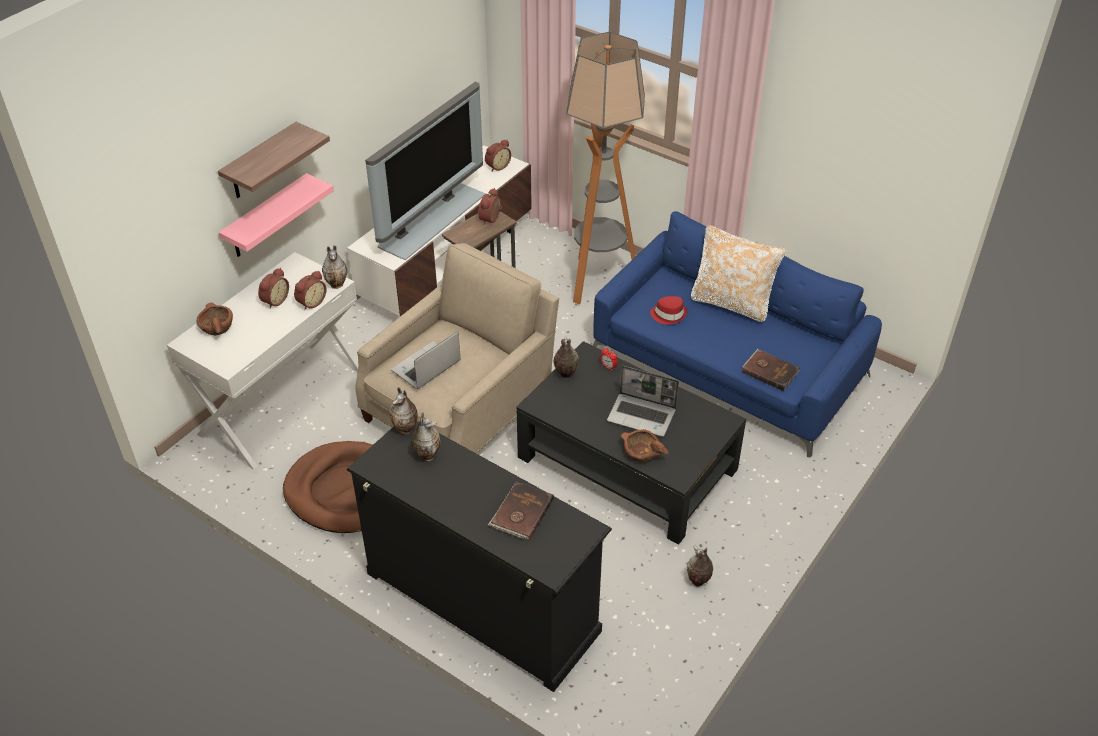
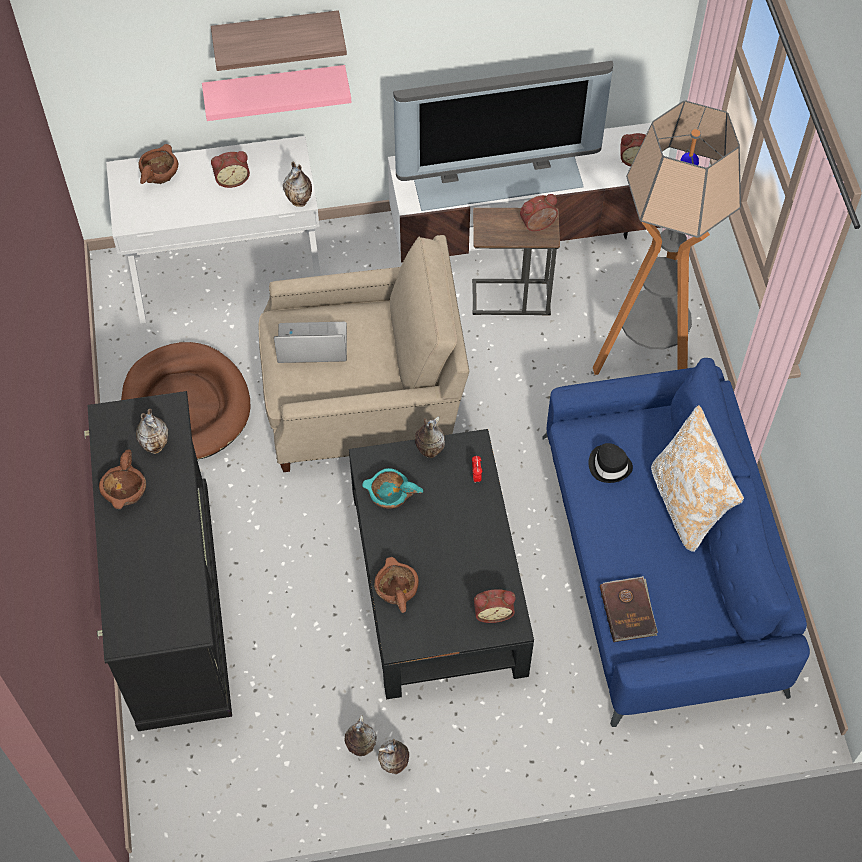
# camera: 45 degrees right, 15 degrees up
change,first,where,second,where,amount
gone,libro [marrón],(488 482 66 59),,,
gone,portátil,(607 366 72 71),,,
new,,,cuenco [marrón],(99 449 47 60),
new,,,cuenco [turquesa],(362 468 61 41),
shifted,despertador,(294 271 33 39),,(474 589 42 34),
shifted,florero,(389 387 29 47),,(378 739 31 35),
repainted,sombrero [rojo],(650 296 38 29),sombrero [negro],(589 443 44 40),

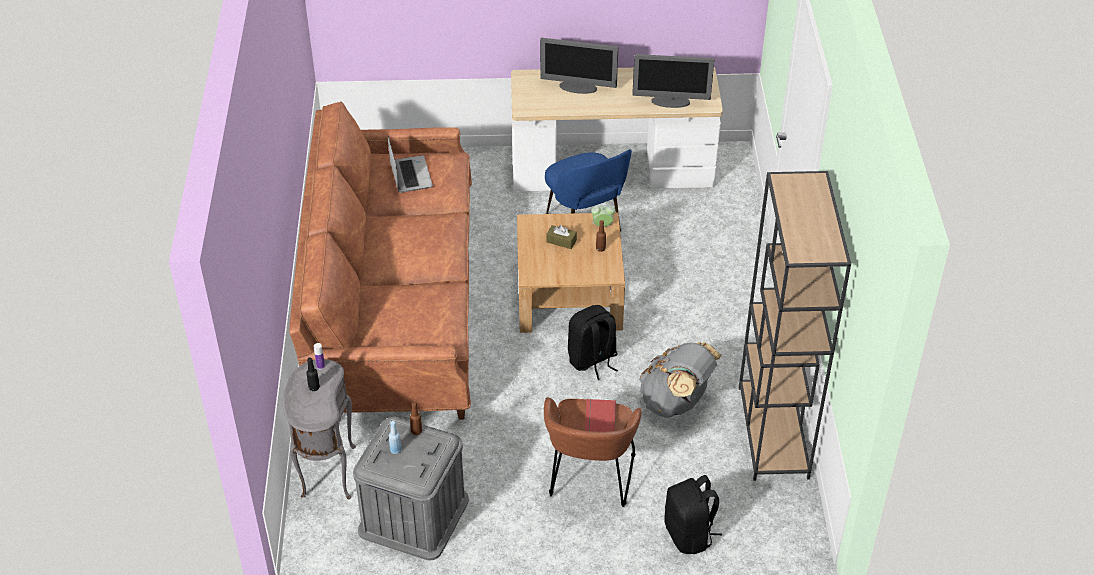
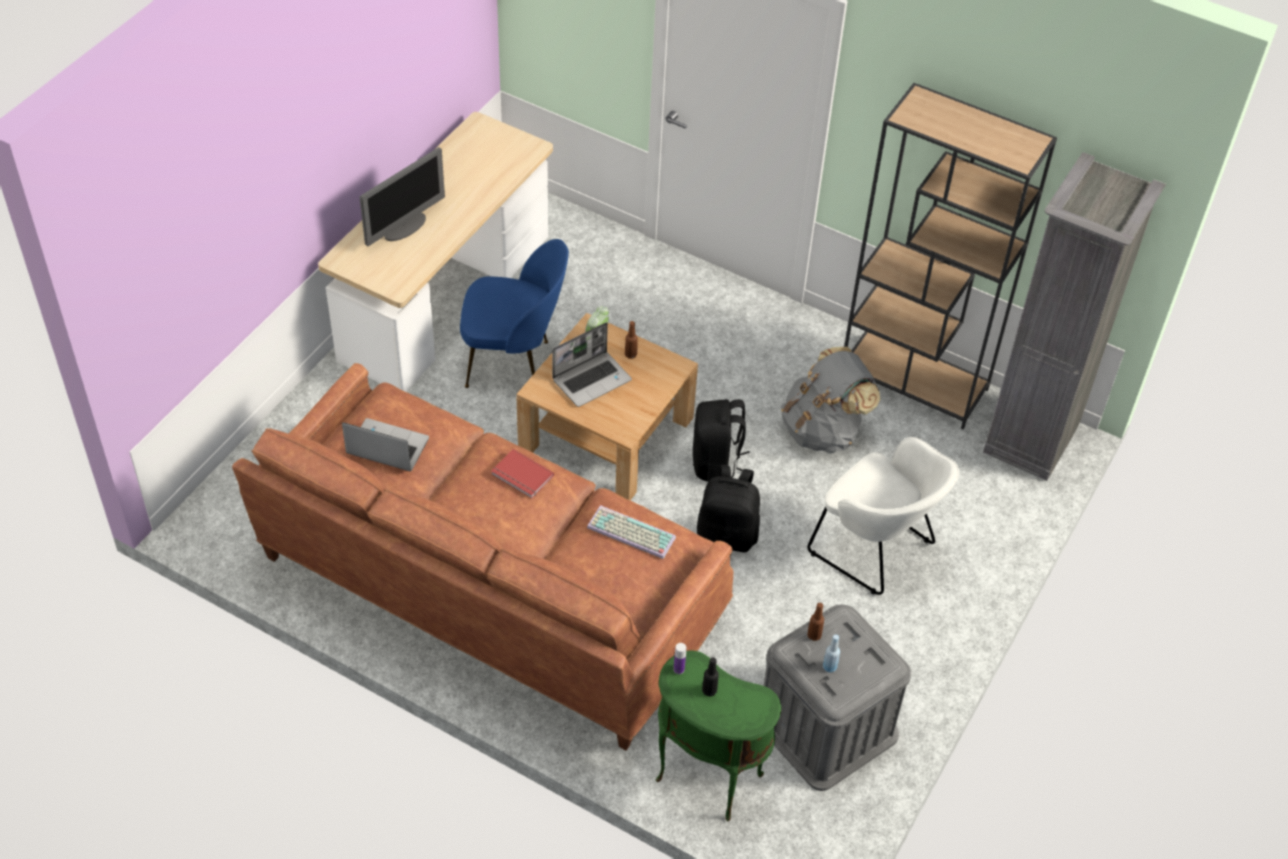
# camera: 60 degrees left, 5 degrees up
change,first,where,second,where,amount
gone,monitor,(632 54 82 54),,,
new,,,teclado,(587 505 89 54),
new,,,armario [gris],(983 152 183 329),
shifted,libro [rojo],(585 399 31 33),,(491 449 63 50),
shifted,mochila [negro],(664 475 58 79),,(697 464 63 88),
swapped,caja de pañuelos [marrón],(546 225 31 24),portátil,(552 322 80 85),
repainted,mesa auxiliar [gris],(283 359 73 140),mesa auxiliar [verde],(656 650 125 171),
repainted,sillón [marrón],(544 397 98 110),sillón [blanco],(807 437 152 158),

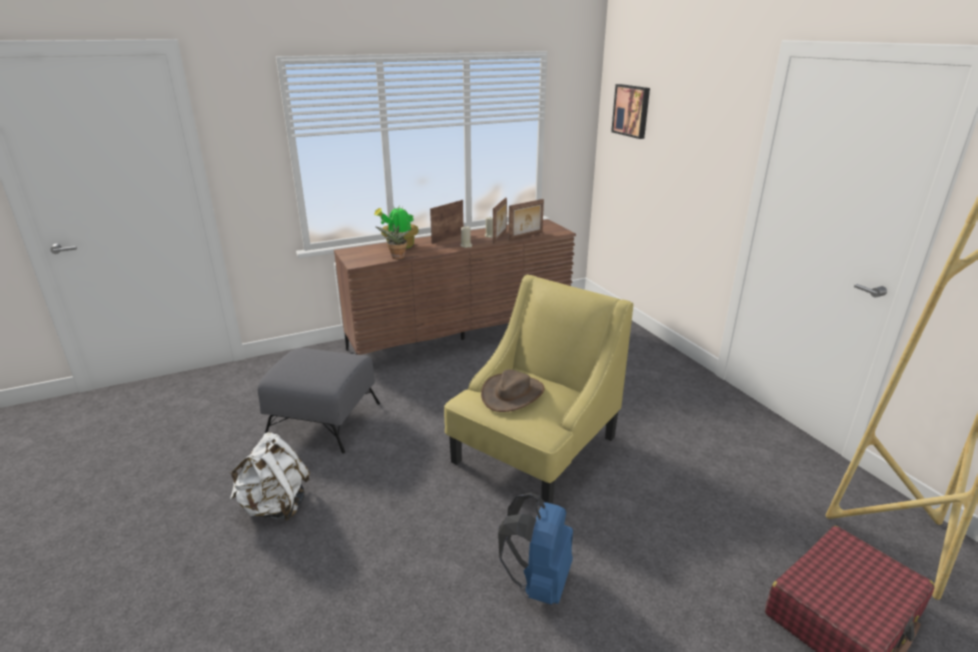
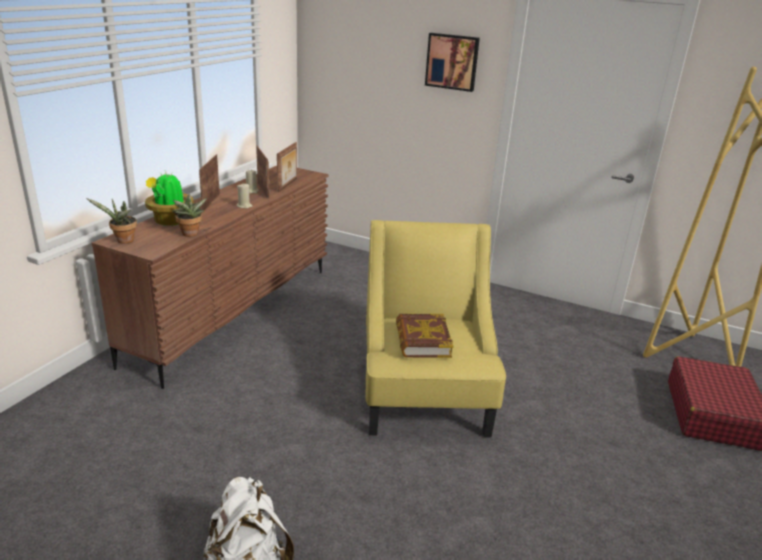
# camera: 40 degrees left, 0 degrees up
change,first,where,second,where,amount
gone,puf [gris],(257 348 123 105),,,
gone,mochila [azul],(498 492 75 113),,,
new,,,planta en maceta,(86 198 51 46),
shifted,cuadro,(611 84 39 55),,(425 33 55 59),
swapped,sombrero [marrón],(481 369 64 43),libro,(396 314 57 44),

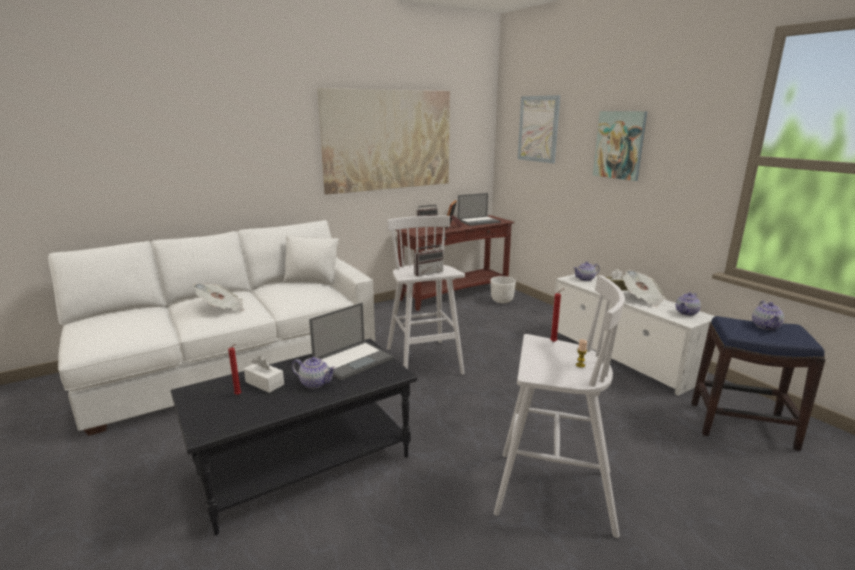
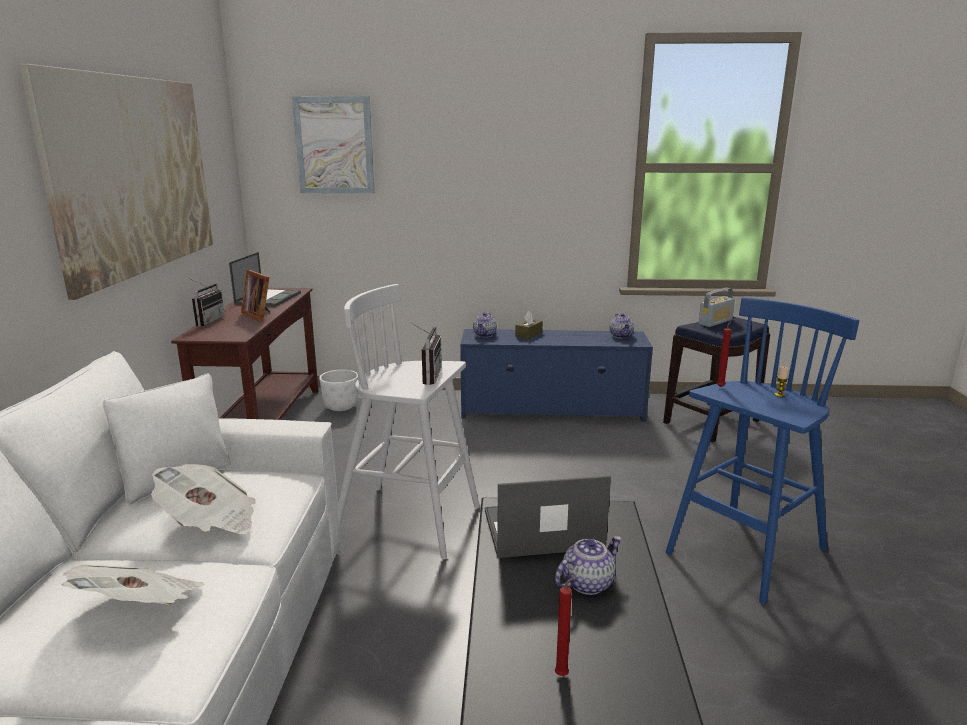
# camera: 55 degrees left, 0 degrees up
change,first,where,second,where,amount
gone,caja de pañuelos [blanco],(244 356 40 37),,,
gone,cuadro,(593 111 54 70),,,
shifted,periódico,(622 270 44 37),,(151 464 105 70),
swapped,tetera,(752 301 32 29),radio,(699 288 36 39),
repainted,taburete [blanco],(494 275 131 263),taburete [azul],(665 297 194 308),
repainted,mueble de televisión [blanco],(551 274 164 122),mueble de televisión [azul],(460 329 193 93),
rotated,portátil,(309 303 84 78),,(485 476 126 82),90 degrees counterclockwise

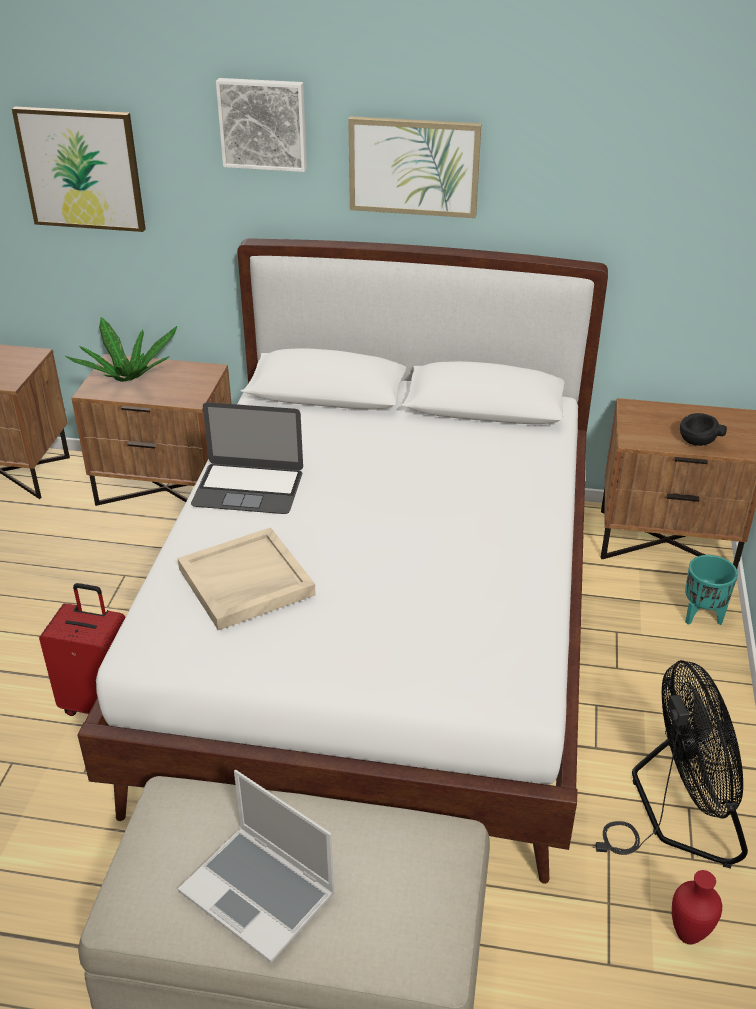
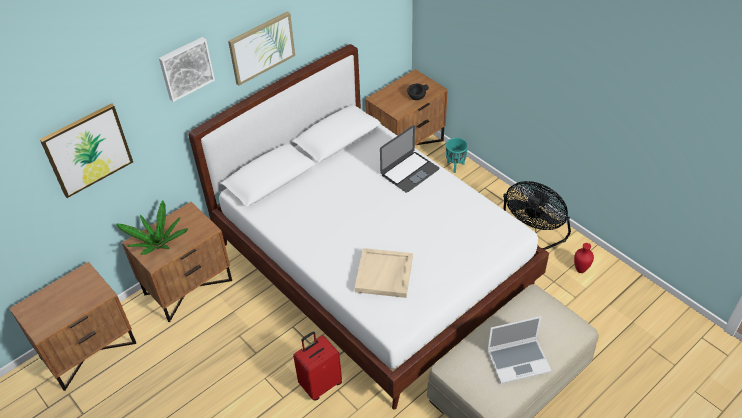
# camera: 50 degrees left, 10 degrees up
change,first,where,second,where,amount
shifted,portátil,(191 402 112 112),,(380 125 60 68),

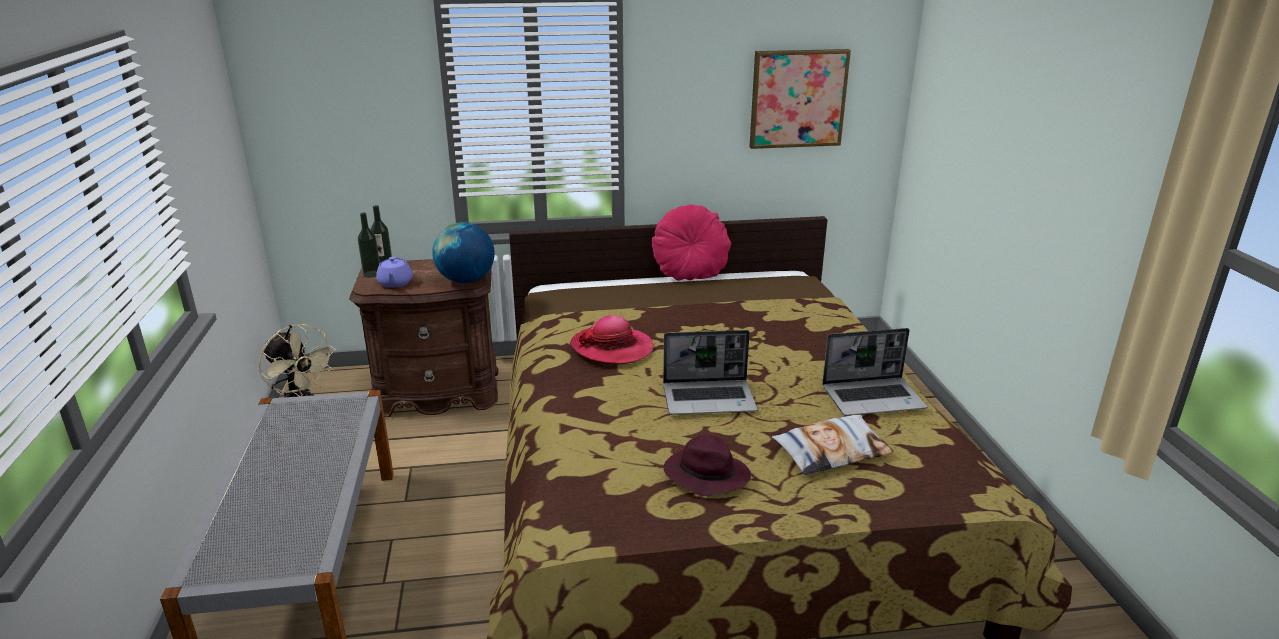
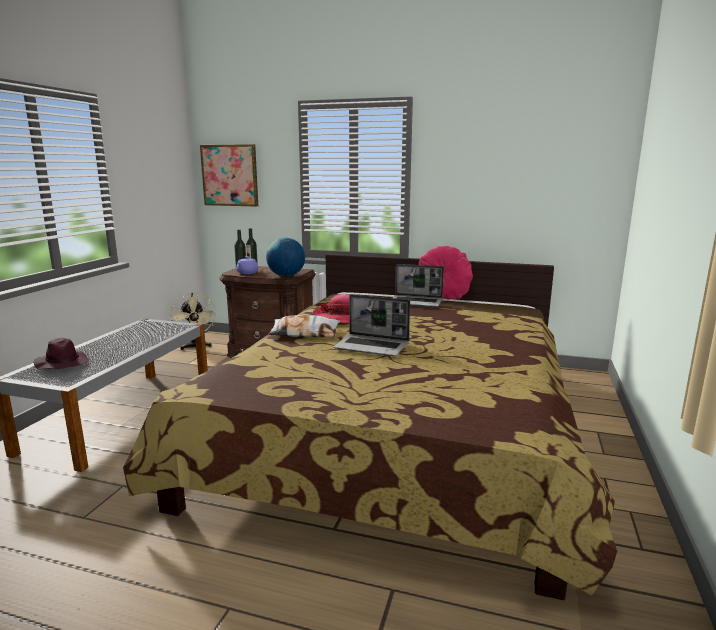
# camera: 25 degrees right, 10 degrees down
change,first,where,second,where,amount
shifted,sombrero [morado],(663 434 88 62),,(33 338 56 32),
shifted,cuadro,(750 49 101 100),,(200 144 58 63),
shifted,cojín,(772 415 122 60),,(268 315 72 22),
shifted,portátil,(822 328 106 88),,(393 264 51 43),

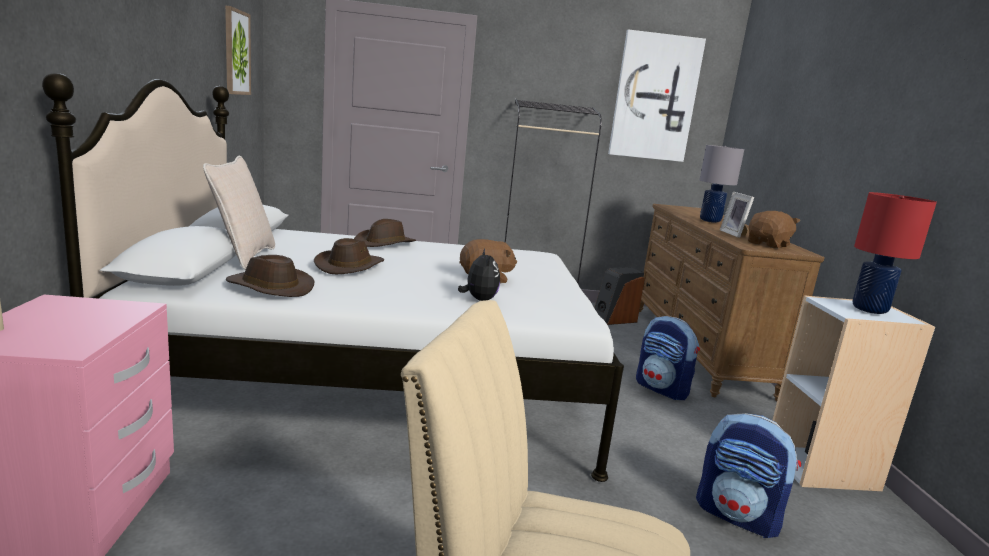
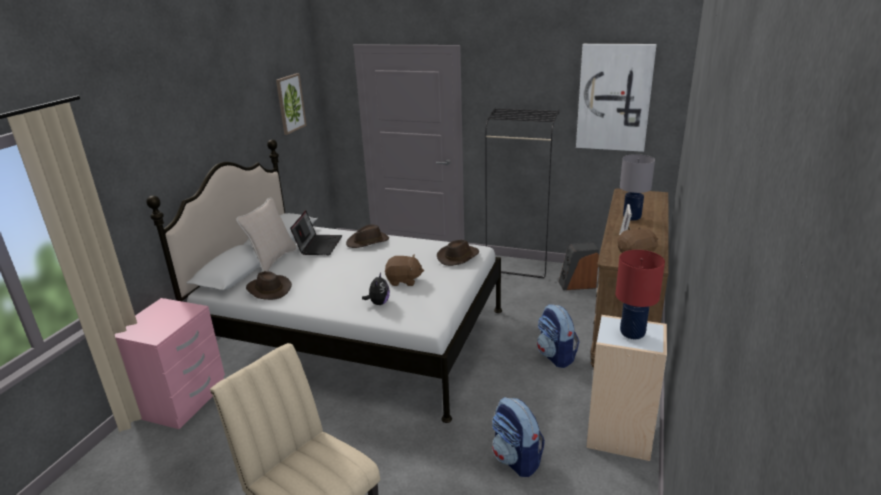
# camera: 25 degrees right, 10 degrees up
change,first,where,second,where,amount
new,,,portátil,(290 211 52 44),
shifted,sombrero [marrón],(314 238 70 36),,(437 240 42 26),

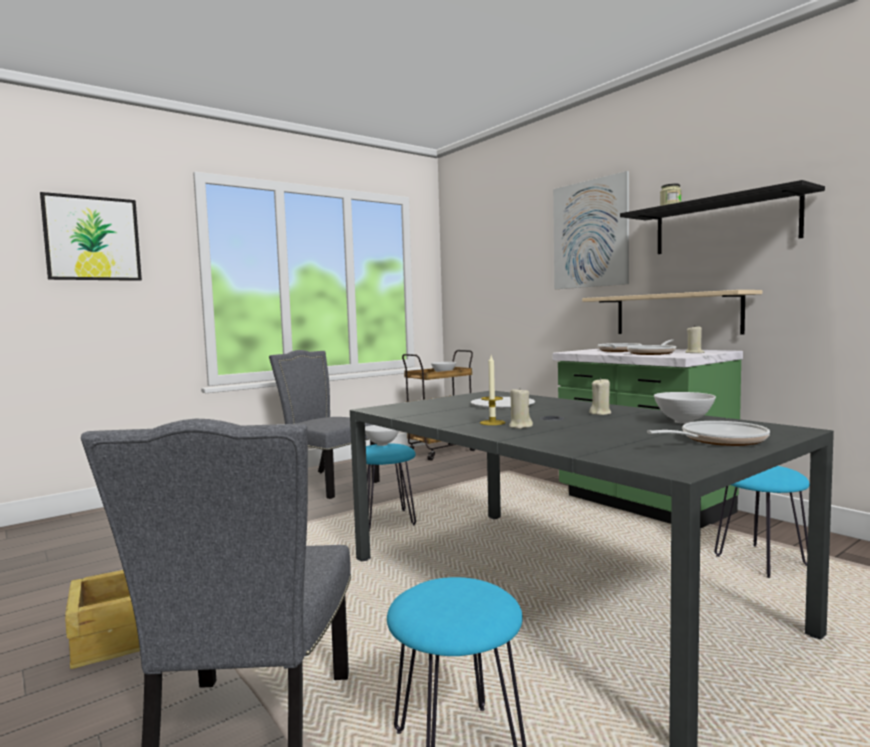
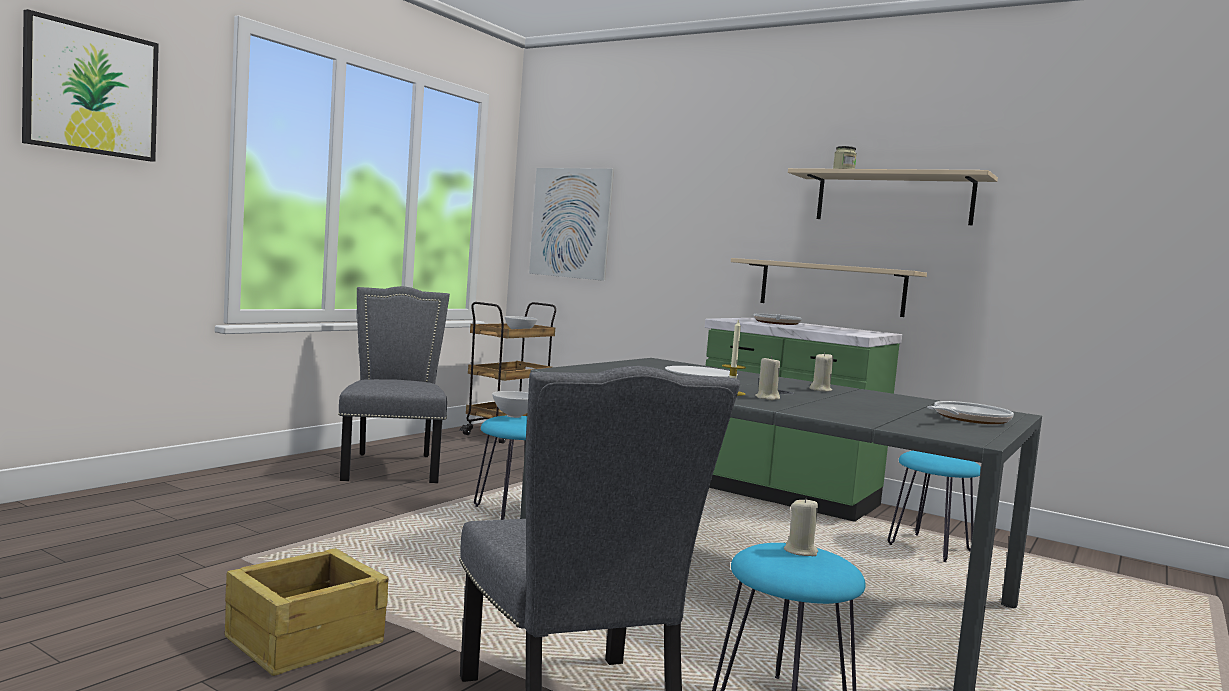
# camera: 20 degrees left, 0 degrees up
change,first,where,second,where,amount
gone,sartén,(627 339 49 16),,,
gone,cuenco [blanco],(654 392 62 32),,,
shifted,cuadro,(553 171 76 118),,(529 168 85 113),
shifted,vela [beis],(685 325 19 28),,(784 497 34 59),
repainted,estante [negro],(620 180 205 74),estante [beis],(788 168 210 57),
rotated,silla [gris],(269 350 111 149),,(338 286 112 197),60 degrees clockwise

